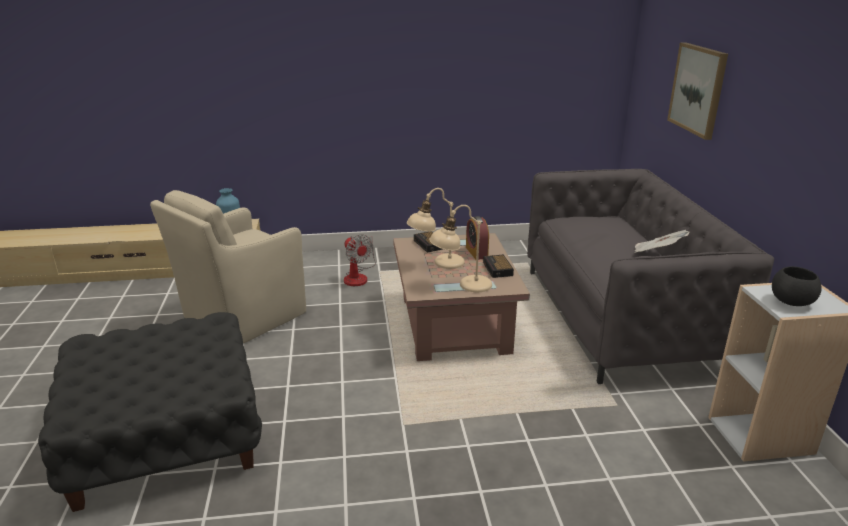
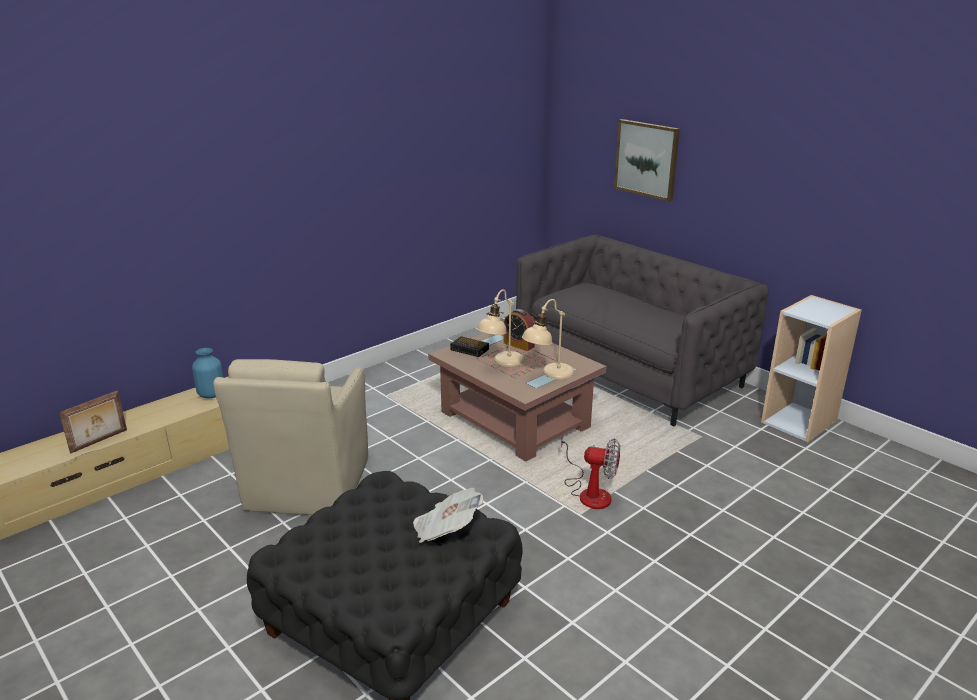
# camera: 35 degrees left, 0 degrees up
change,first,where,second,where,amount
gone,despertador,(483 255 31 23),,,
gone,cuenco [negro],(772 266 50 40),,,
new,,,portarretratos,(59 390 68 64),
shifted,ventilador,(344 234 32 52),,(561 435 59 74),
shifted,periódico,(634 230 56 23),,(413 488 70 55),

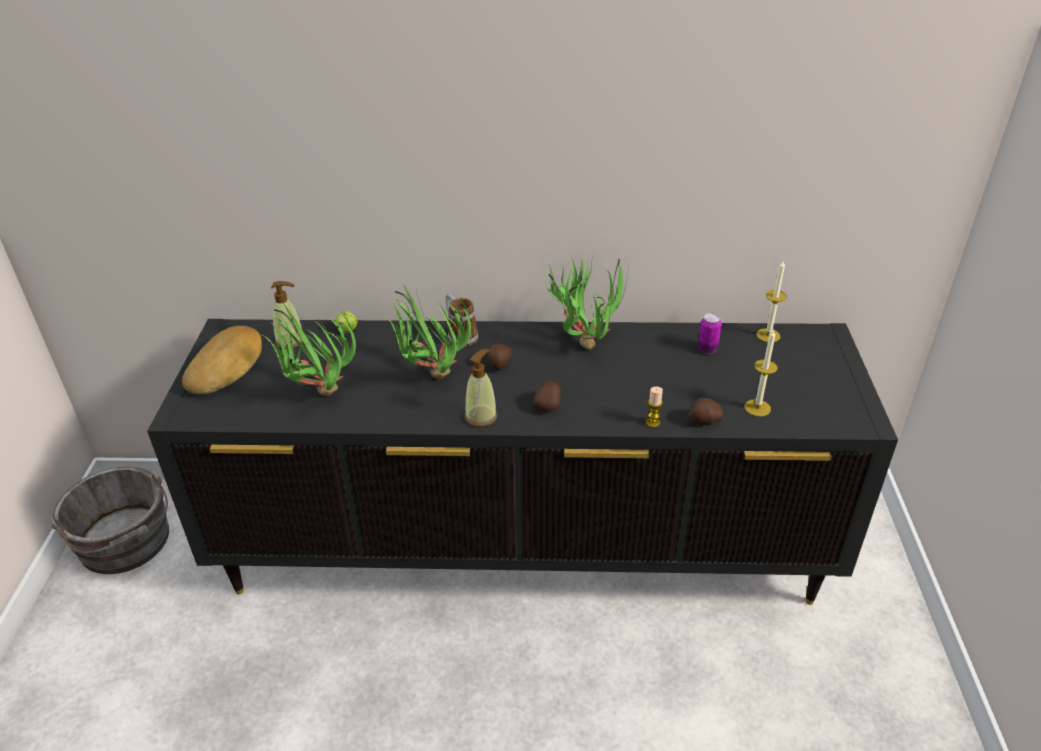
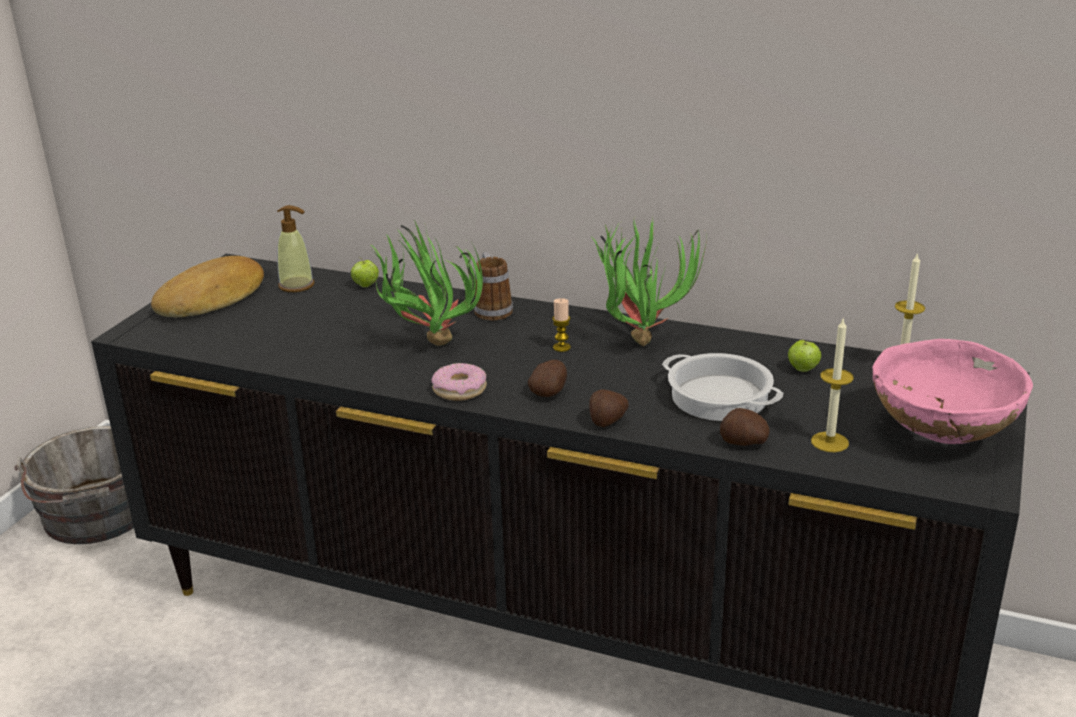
# camera: 20 degrees right, 10 degrees down
change,first,where,second,where,amount
gone,planta en maceta,(262 303 94 93),,,
new,,,olla,(662 353 121 68),
new,,,cuenco [rosa],(872 339 161 105),
shifted,patata,(487 344 25 26),,(589 390 40 37),
shifted,vela,(646 386 17 42),,(552 298 19 54),
swapped,dispensador de jabón,(465 349 32 78),rosquilla,(431 363 56 38),
swapped,lata,(698 313 24 41),manzana,(788 340 33 32),

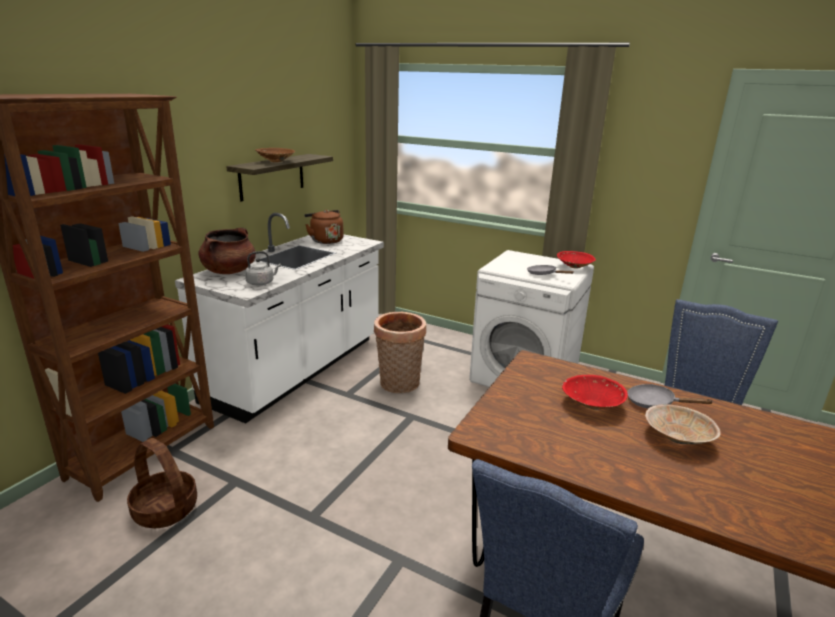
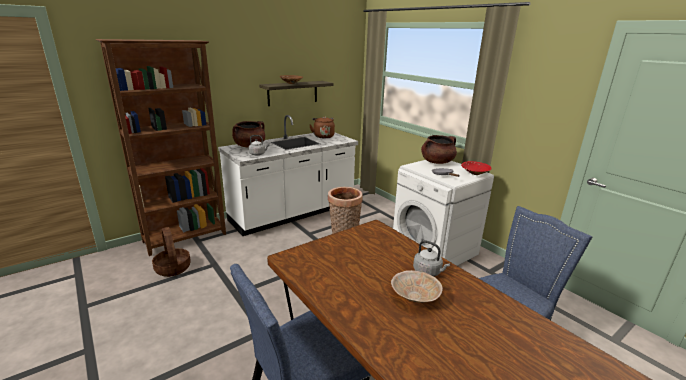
# camera: 25 degrees right, 0 degrees up
change,first,where,second,where,amount
gone,cuenco [rojo],(562 375 66 35),,,
new,,,olla [marrón],(421 135 36 29),
swapped,sartén [gris],(628 384 86 24),hervidor [gris],(413 240 37 37),

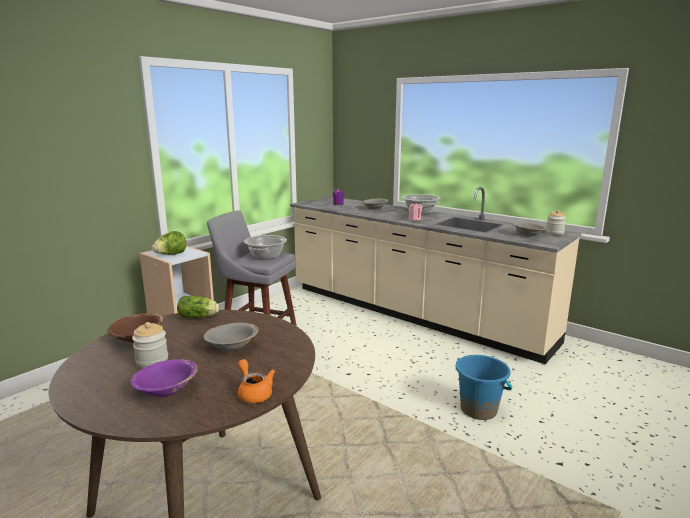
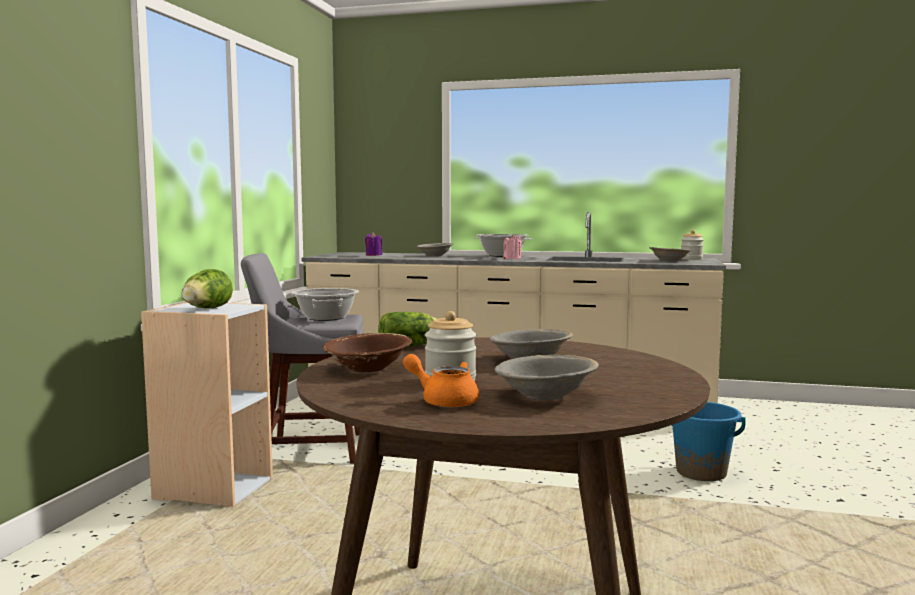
# camera: 25 degrees left, 10 degrees down
change,first,where,second,where,amount
shifted,tetera [naranja],(238 359 37 44),,(403 354 76 54),
repainted,cuenco [morado],(130 359 68 38),cuenco [gris],(495 355 104 45),

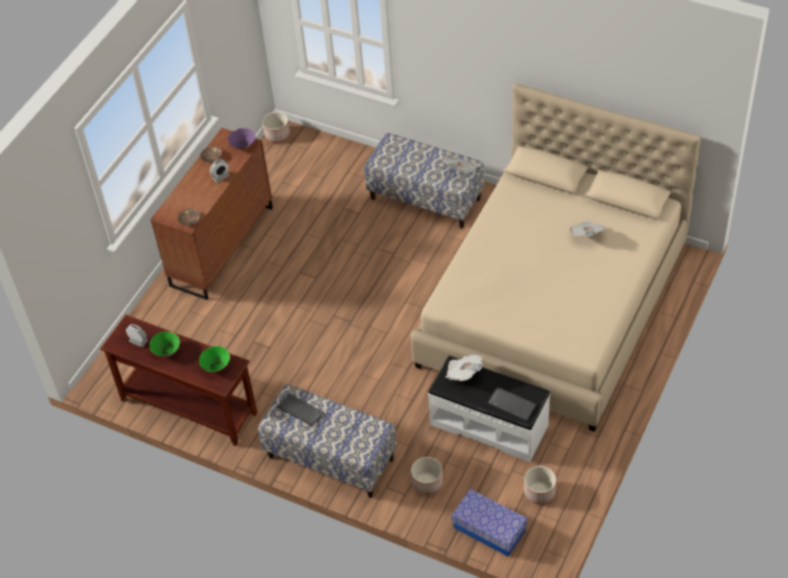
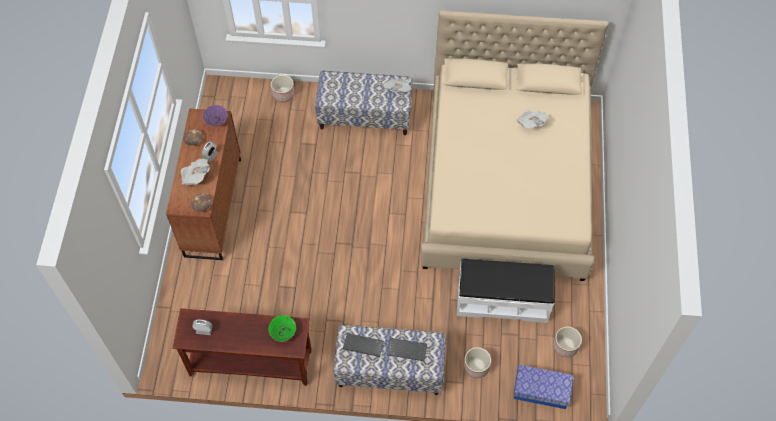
# camera: 25 degrees left, 10 degrees up
change,first,where,second,where,amount
gone,cuenco [verde],(149 331 31 26),,,
shifted,maceta,(263 112 27 31),,(271 75 24 27),
shifted,periódico,(445 354 38 27),,(181 159 29 26),
shifted,teclado,(488 387 48 34),,(387 338 40 23),

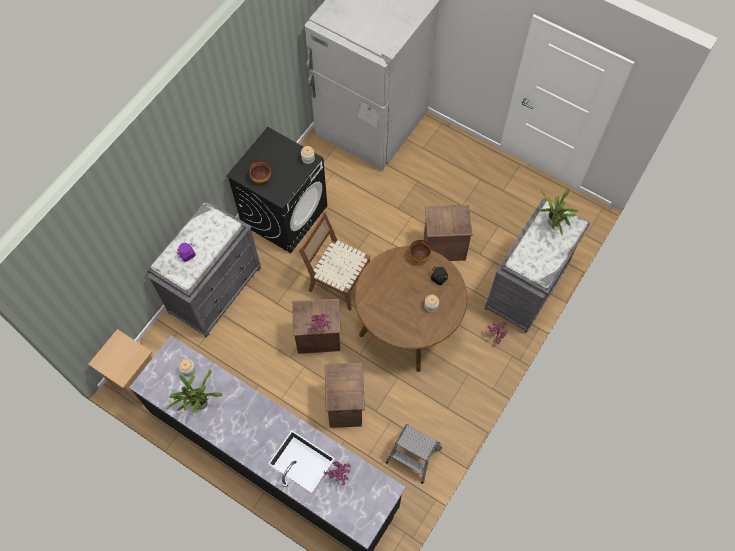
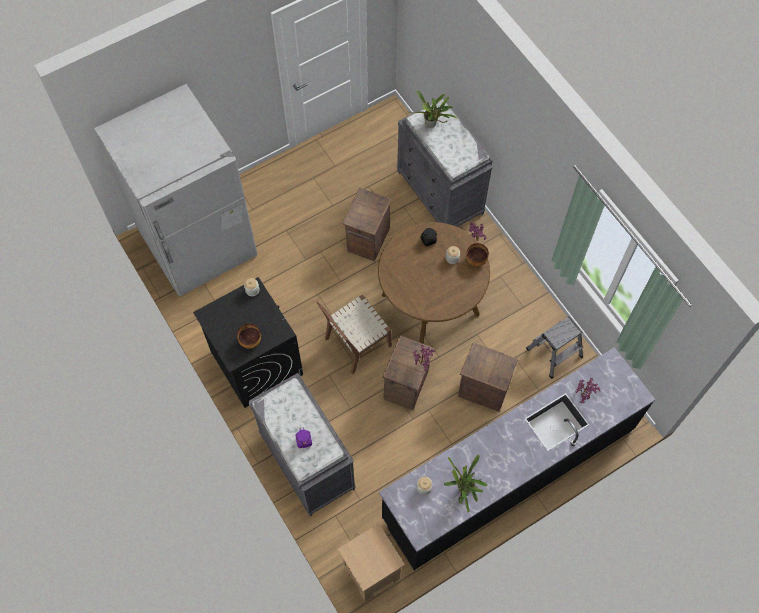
# camera: 65 degrees left, 0 degrees up
change,first,where,second,where,amount
shifted,cuenco,(409 240 22 23),,(466 243 23 23),

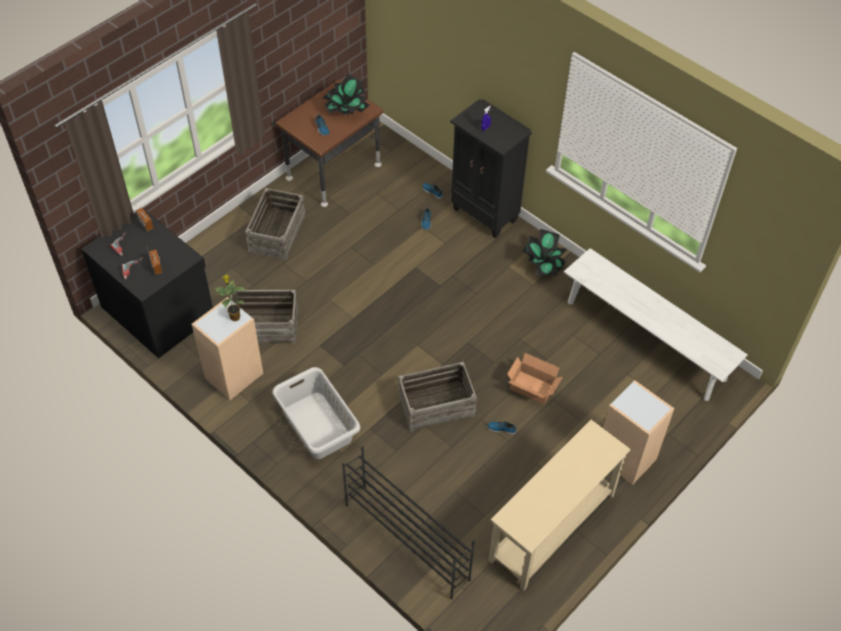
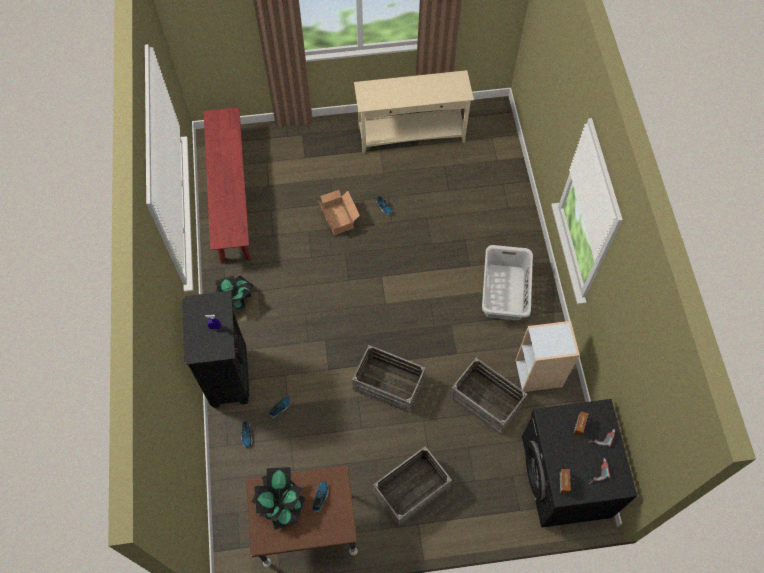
# camera: 140 degrees left, 10 degrees up
change,first,where,second,where,amount
gone,planta en maceta,(215 275 30 46),,,
gone,zapatero [negro],(342 446 133 153),,,
gone,estantería,(603 380 71 105),,,
shifted,caja de embalaje,(398 362 79 69),,(352 345 74 69),
repainted,banco [blanco],(564 248 184 153),banco [rojo],(203 107 48 157),

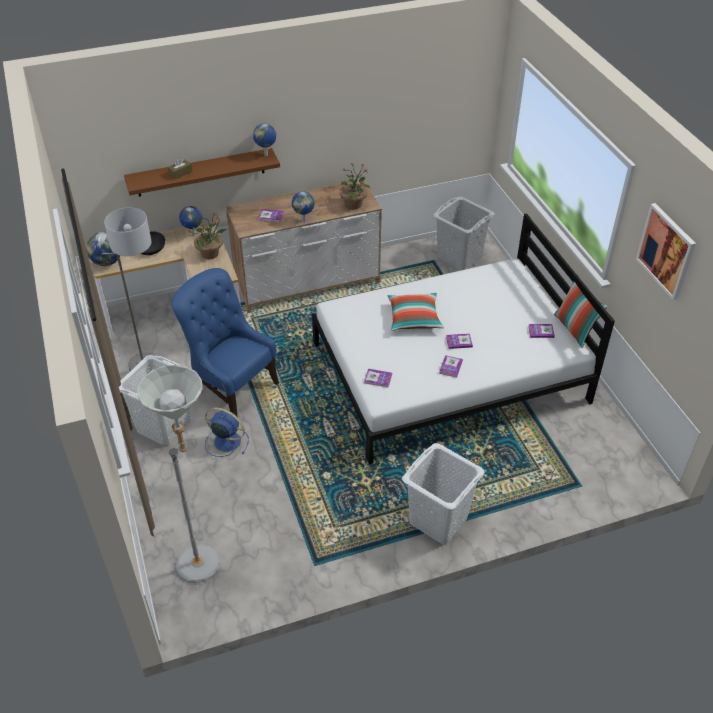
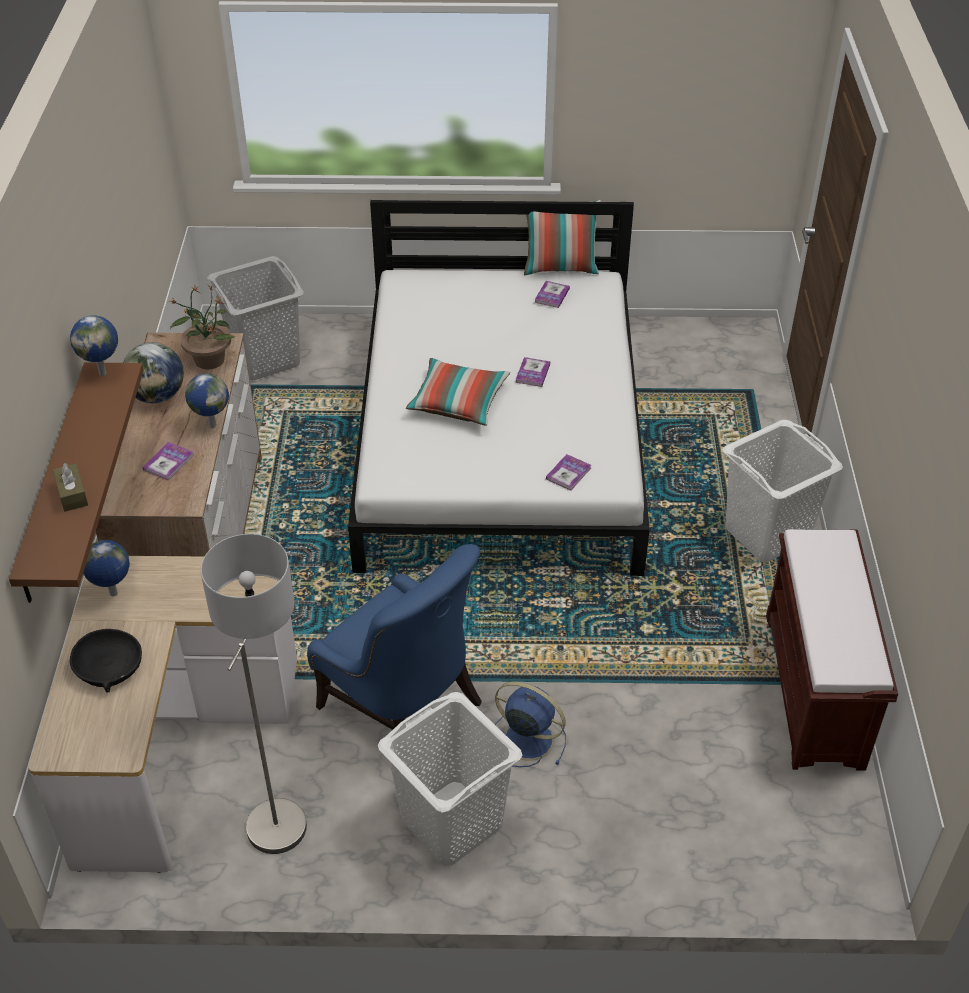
# camera: 70 degrees left, 0 degrees up
change,first,where,second,where,amount
gone,lámpara de pie [gris],(137 365 83 218),,,
gone,planta en maceta,(187 213 41 46),,,
gone,libro,(439 355 24 22),,,
gone,cuadro,(636 203 60 97),,,
new,,,banco [marrón],(766 529 132 242),
shifted,globo terráqueo,(86 232 34 34),,(123 342 61 62),
rotated,silla [azul],(172 268 107 148),,(307 544 175 186),105 degrees counterclockwise
rotated,ventilador [azul],(205 407 44 50),,(495 681 71 86),75 degrees clockwise

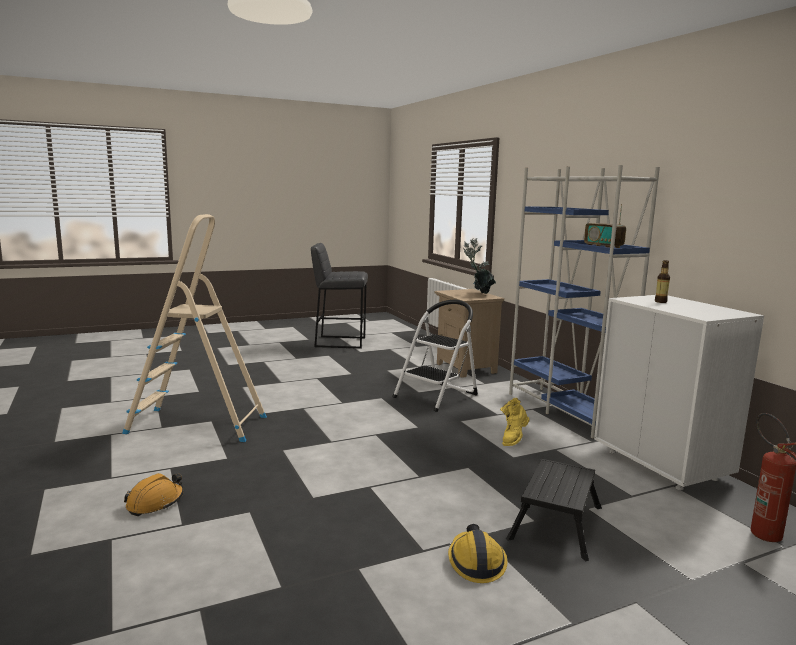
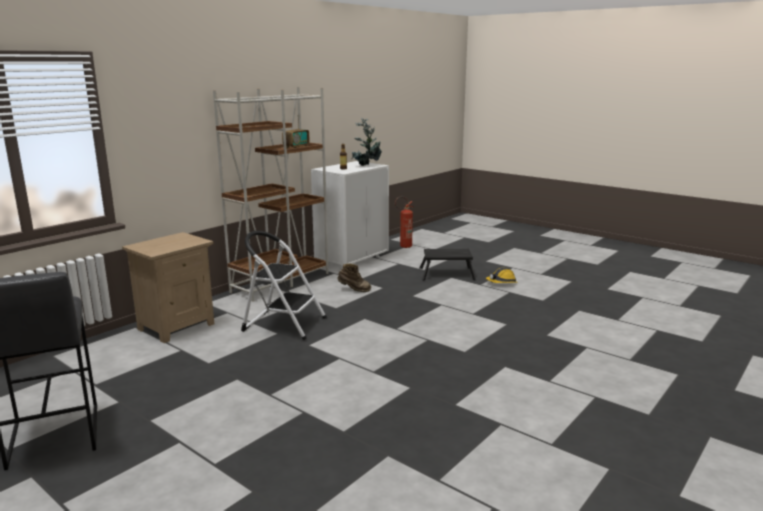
# camera: 115 degrees left, 5 degrees up
change,first,where,second,where,amount
gone,escalera de tijera [beis],(122 214 145 228),,,
gone,casco [naranja],(124 473 60 43),,,
shifted,planta en maceta,(463 238 33 56),,(352 117 30 49),
repainted,bota [amarillo],(500 398 30 48),bota [marrón],(337 263 34 29),
repainted,estantería [azul],(509 165 151 273),estantería [marrón],(213 87 115 214),

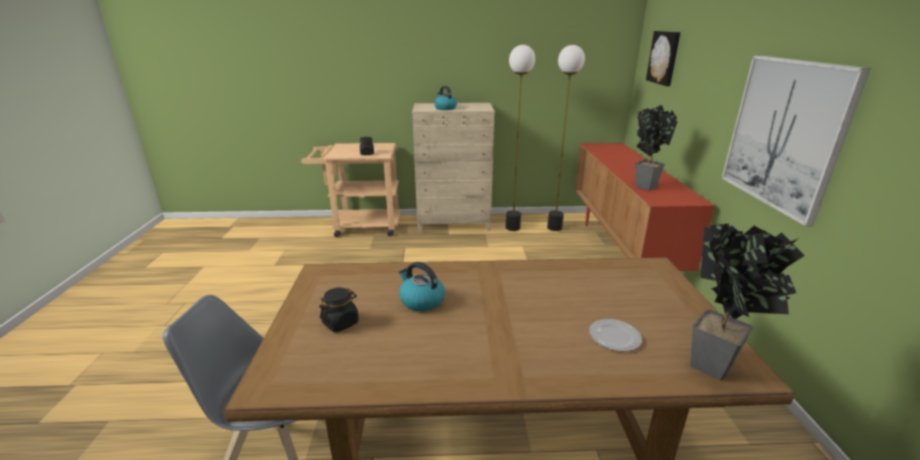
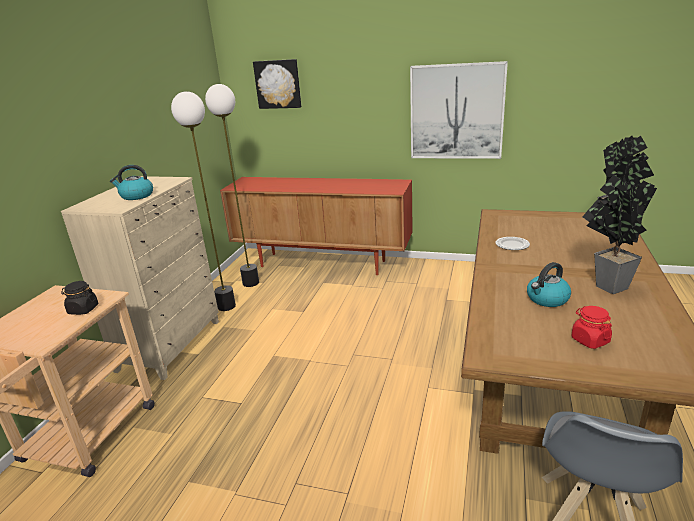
# camera: 70 degrees left, 0 degrees up
change,first,where,second,where,amount
shifted,plato,(589 319 53 33),,(495 237 35 13),
shifted,planta en maceta,(635 105 43 86),,(582 175 75 119),
repainted,tarro [negro],(319 288 40 44),tarro [rojo],(571 306 41 43),

